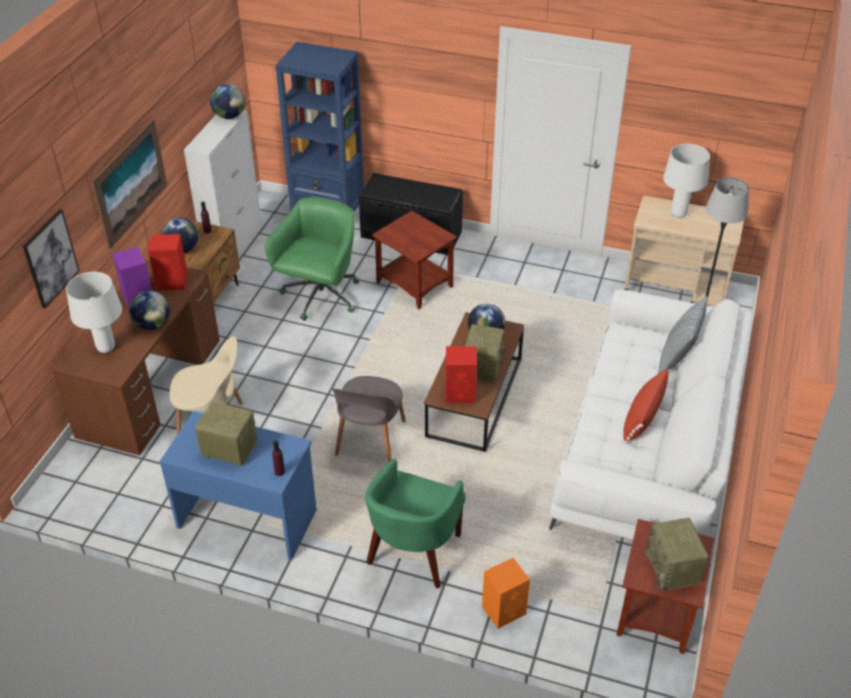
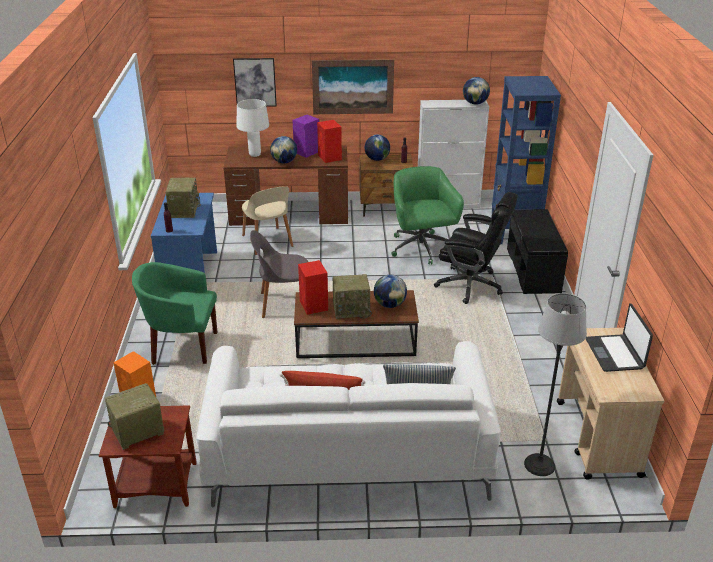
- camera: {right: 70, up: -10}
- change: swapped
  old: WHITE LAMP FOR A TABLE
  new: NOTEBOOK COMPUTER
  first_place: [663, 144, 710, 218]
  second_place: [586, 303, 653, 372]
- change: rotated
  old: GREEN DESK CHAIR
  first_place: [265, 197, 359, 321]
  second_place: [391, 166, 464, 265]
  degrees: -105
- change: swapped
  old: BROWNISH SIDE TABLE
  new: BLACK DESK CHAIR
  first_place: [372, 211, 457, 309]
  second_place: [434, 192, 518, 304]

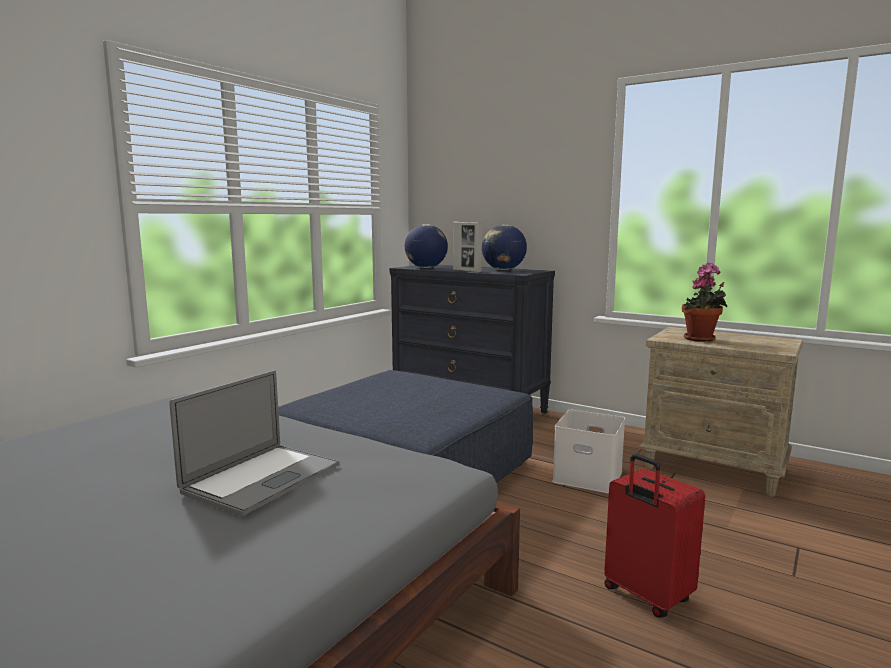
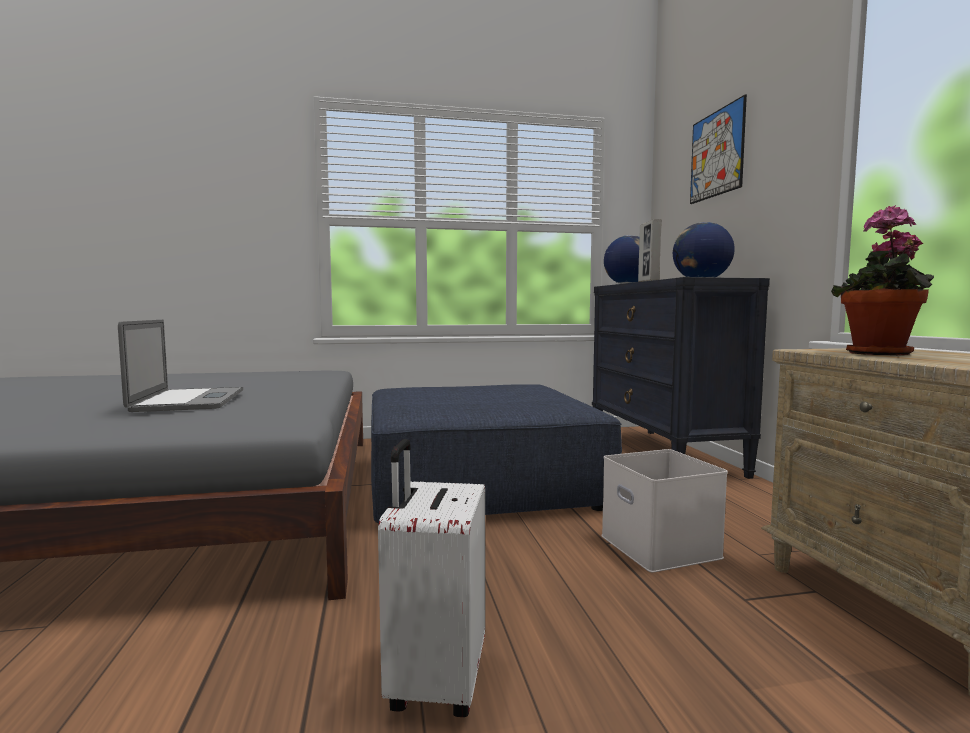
- camera: {right: 45, up: -5}
- change: rotated
  old: NOTEBOOK COMPUTER
  first_place: [170, 370, 339, 516]
  second_place: [118, 320, 243, 412]
  degrees: -90
- change: repainted
  old: RED-COLOURED SUITCASE
  new: WHITE SUITCASE
  first_place: [604, 454, 705, 618]
  second_place: [378, 439, 485, 717]
- change: new
  new: WALL PICTURE
  second_place: [690, 95, 747, 204]

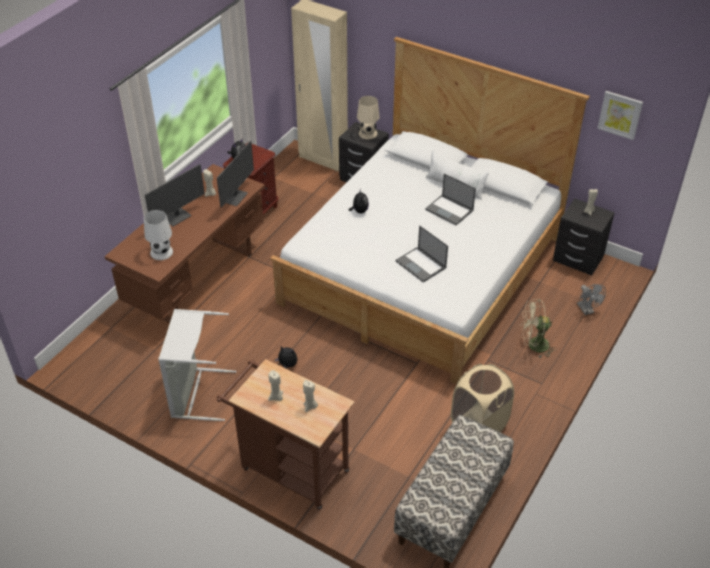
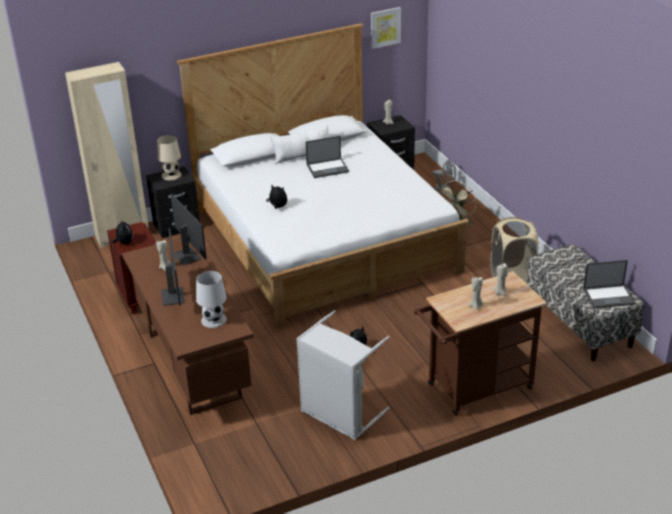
- camera: {right: -55, up: -10}
- change: shifted
  old: NOTEBOOK COMPUTER
  first_place: [396, 225, 448, 283]
  second_place: [583, 260, 635, 308]

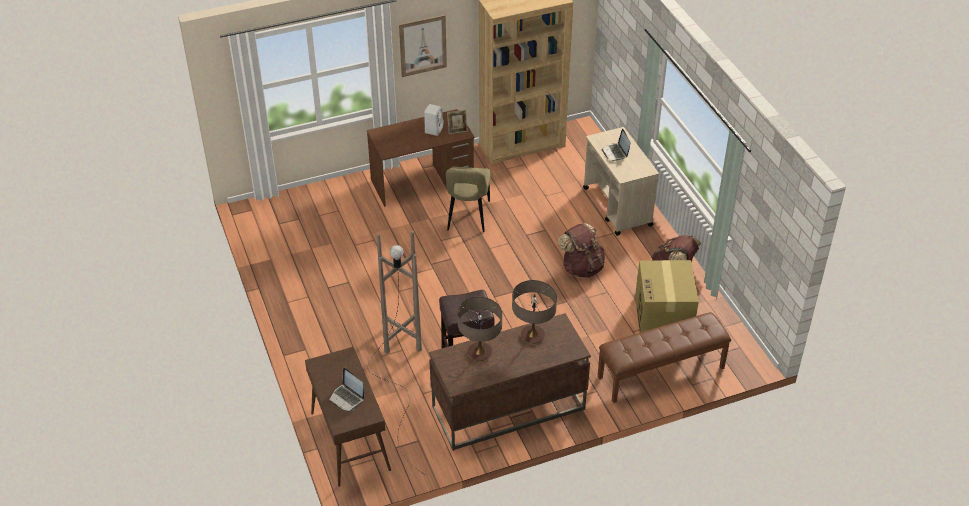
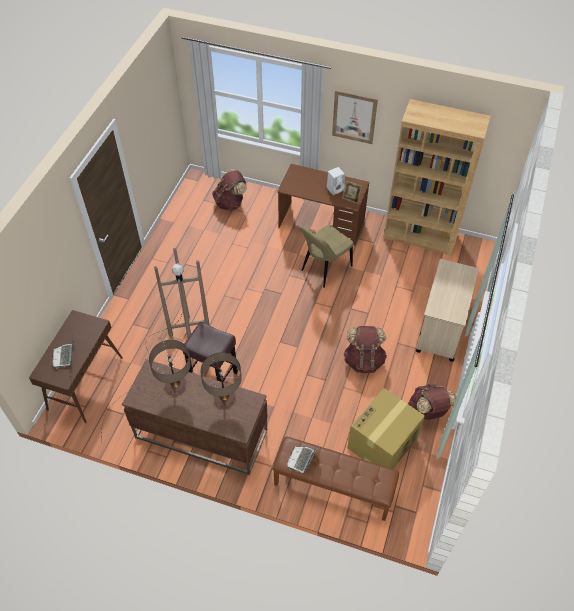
- camera: {right: 40, up: 10}
- change: shifted
  old: NOTEBOOK COMPUTER
  first_place: [601, 129, 630, 161]
  second_place: [288, 445, 319, 473]
- change: new
  new: BROWNISH RUCKSACK
  second_place: [212, 169, 247, 211]

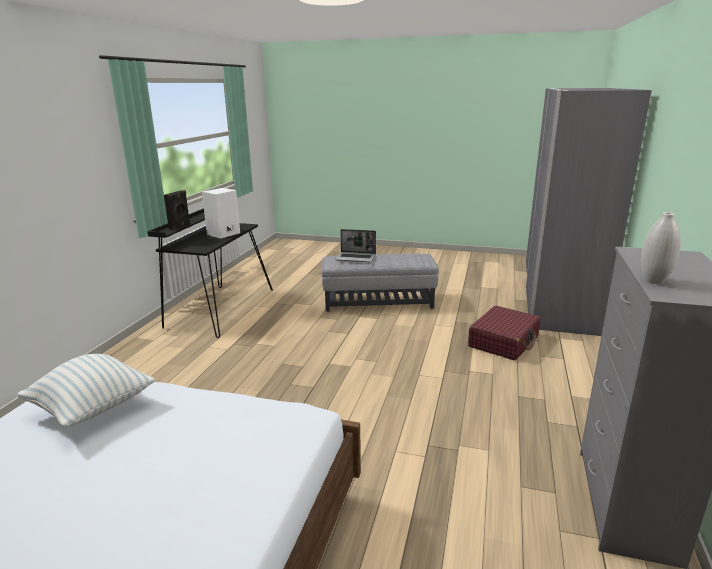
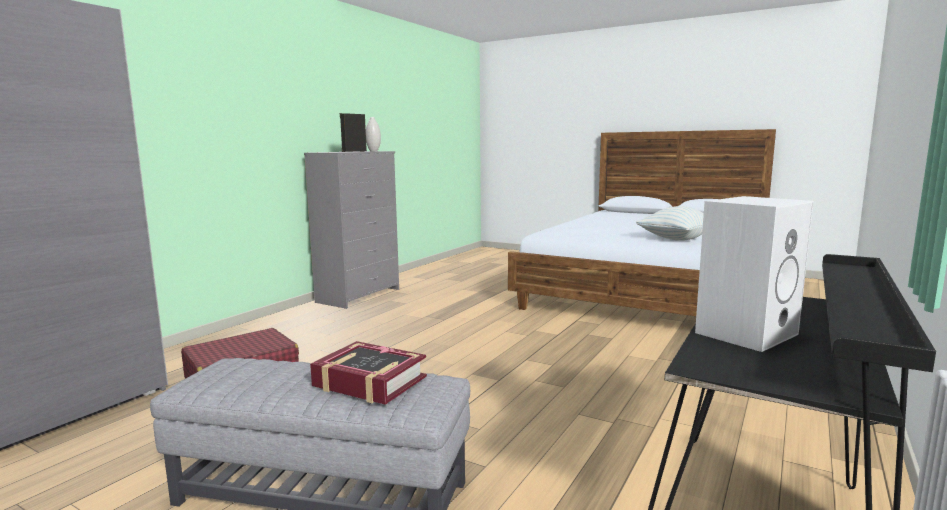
- camera: {right: -165, up: -10}
- change: shifted
  old: BLACK LOUDSPEAKER
  first_place: [164, 190, 190, 230]
  second_place: [340, 113, 367, 152]
- change: swapped
  old: NOTEBOOK COMPUTER
  new: BOOK
  first_place: [335, 229, 376, 262]
  second_place: [310, 341, 427, 405]

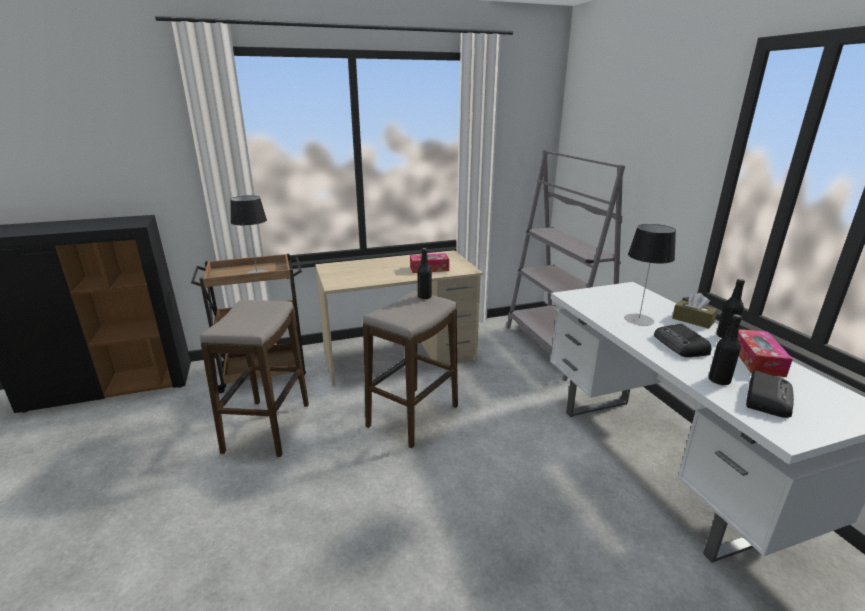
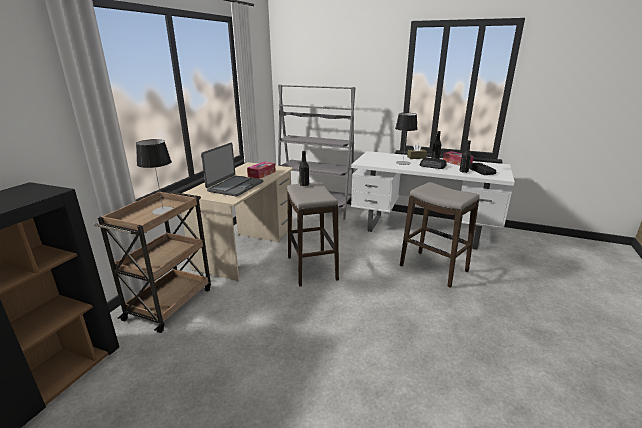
- camera: {right: -50, up: 0}
- change: shifted
  old: STOOL SEAT
  first_place: [200, 300, 309, 457]
  second_place: [400, 182, 480, 288]
- change: new
  new: NOTEBOOK COMPUTER
  second_place: [201, 143, 263, 197]

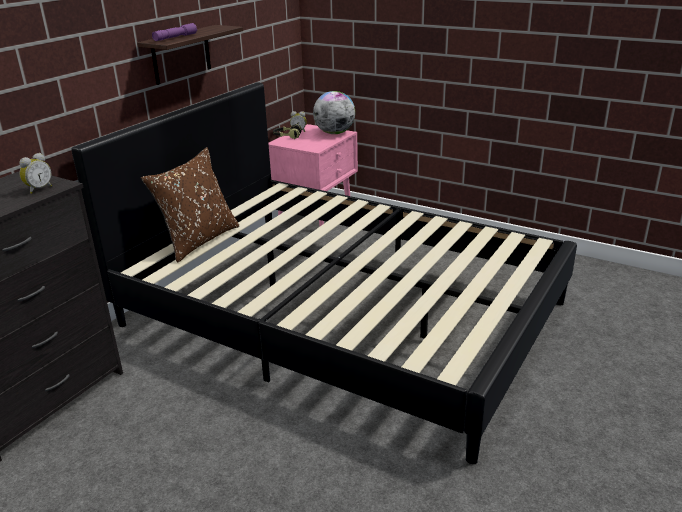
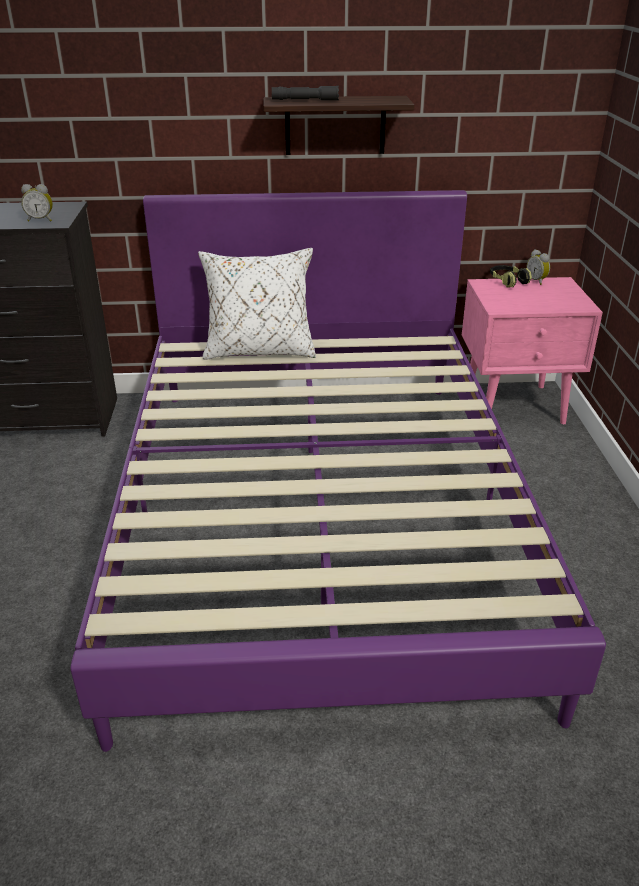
- camera: {right: 55, up: 5}
- change: repainted
  old: PURPLE FLASHLIGHT
  new: GRAY FLASHLIGHT
  first_place: [152, 23, 197, 41]
  second_place: [272, 86, 339, 100]
- change: repainted
  old: BLACK SLEEPING BED
  new: PURPLE SLEEPING BED
  first_place: [71, 82, 577, 464]
  second_place: [71, 190, 606, 752]
- change: gone
  old: GLOBE
  first_place: [313, 91, 355, 134]
- change: repainted
  old: BROWNISH THROW PILLOW
  new: WHITE THROW PILLOW
  first_place: [141, 147, 240, 263]
  second_place: [198, 248, 316, 360]

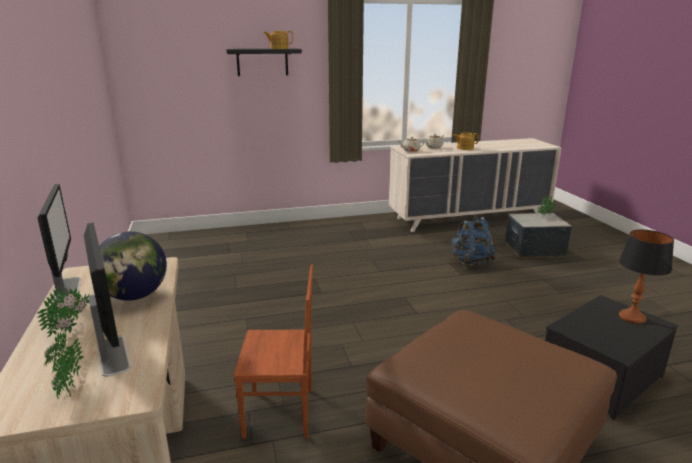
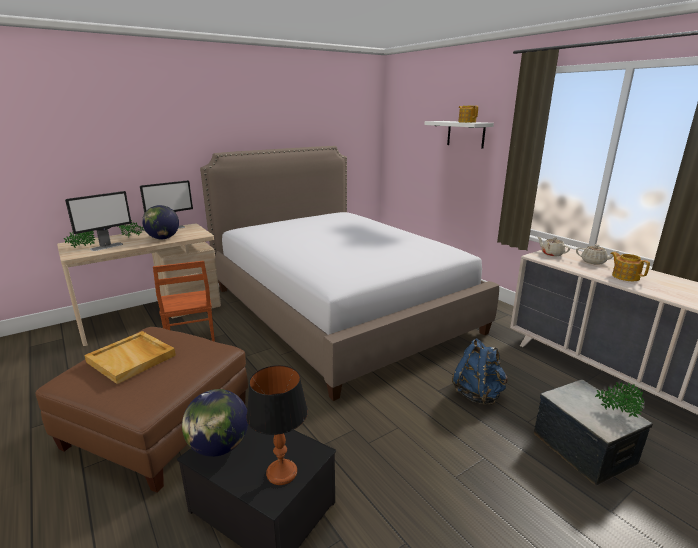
- camera: {right: 70, up: 0}
- change: repainted
  old: BLACK WALL SHELF
  new: WHITE WALL SHELF
  first_place: [226, 48, 302, 76]
  second_place: [424, 121, 494, 148]
- change: new
  new: SLEEPING BED
  second_place: [200, 146, 499, 401]
- change: new
  new: BEIGE-COLOURED SERVING TRAY
  second_place: [84, 331, 176, 384]
- change: new
  new: GLOBE
  second_place: [182, 389, 248, 457]

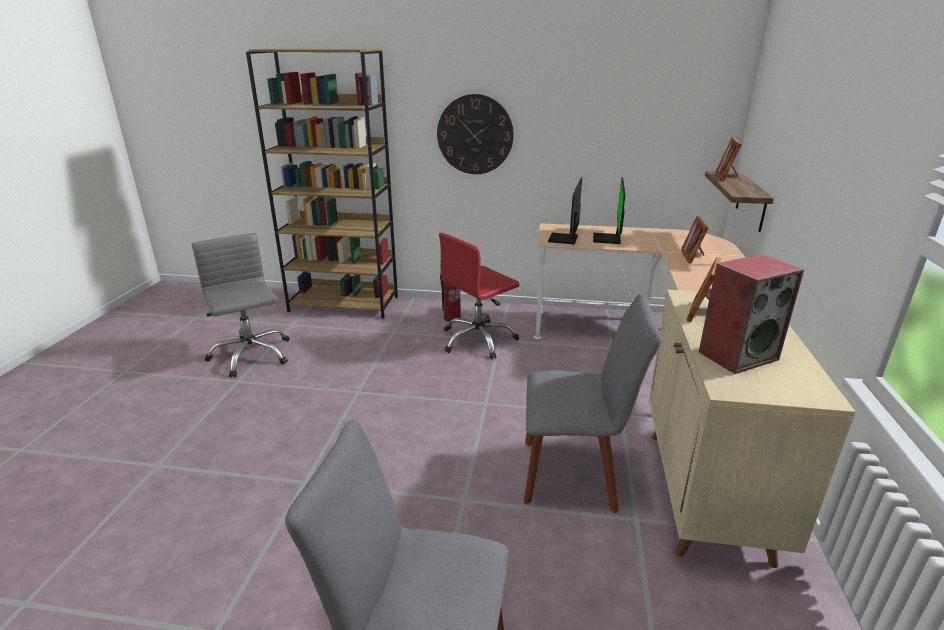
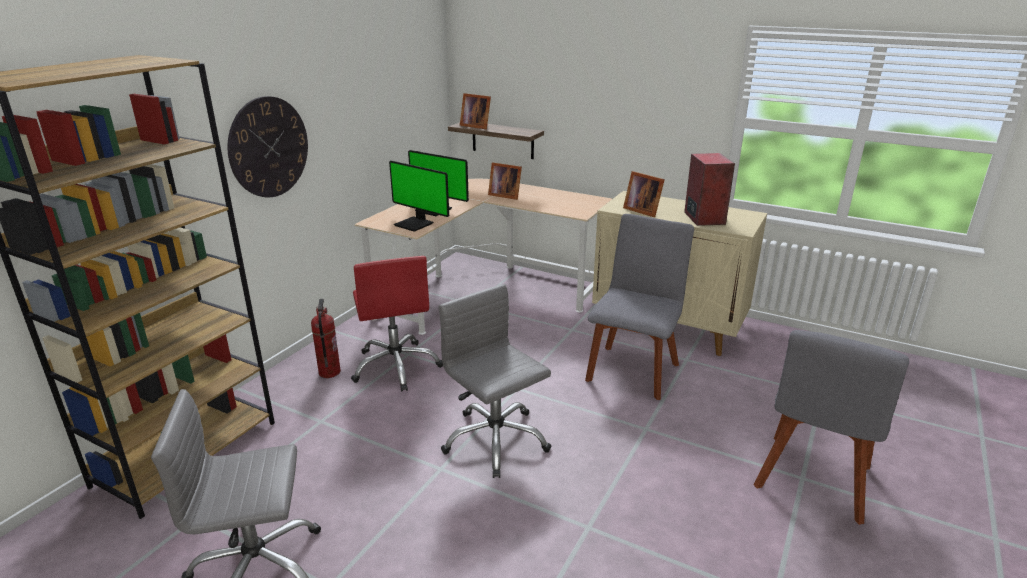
- camera: {right: -70, up: 0}
- change: new
  new: GRAY DESK CHAIR
  second_place: [438, 284, 551, 478]

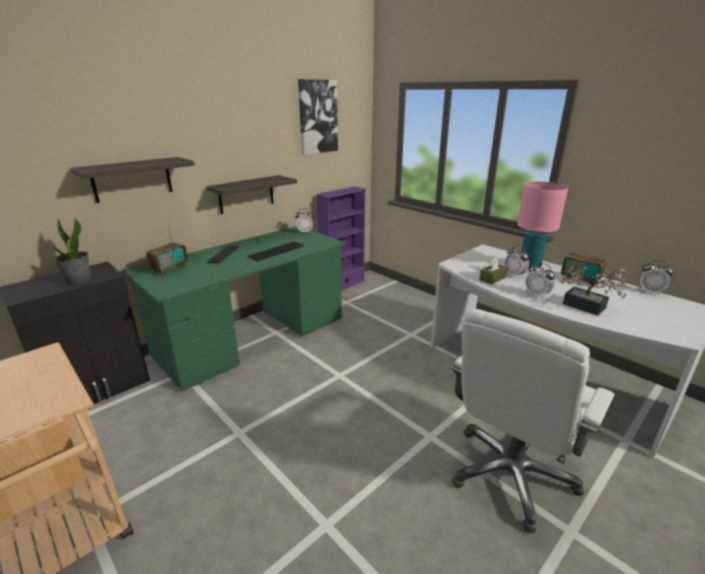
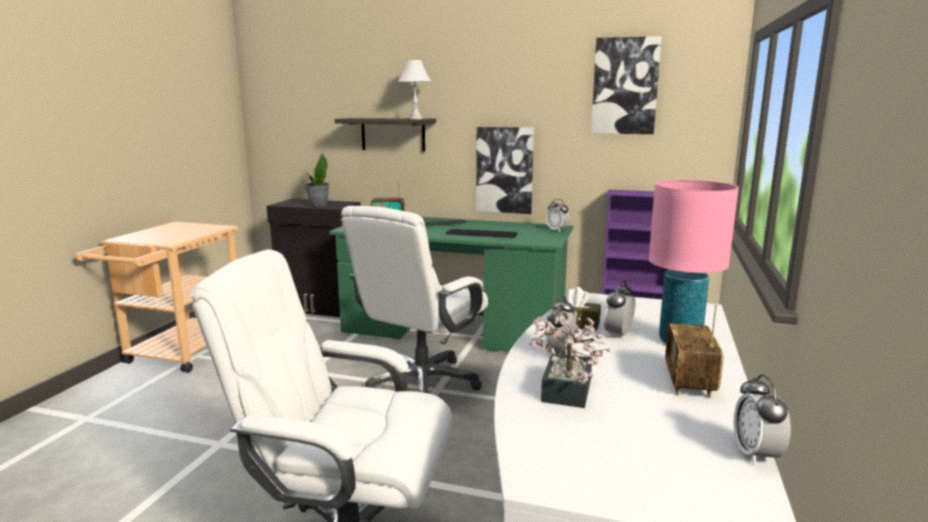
- camera: {right: 60, up: -10}
- change: swapped
  old: WALL SHELF
  new: WALL PICTURE
  first_place: [206, 175, 297, 214]
  second_place: [476, 127, 534, 214]
- change: new
  new: WHITE LAMP FOR A TABLE
  second_place: [398, 60, 432, 119]
- change: new
  new: WHITE DESK CHAIR
  second_place: [341, 206, 488, 393]

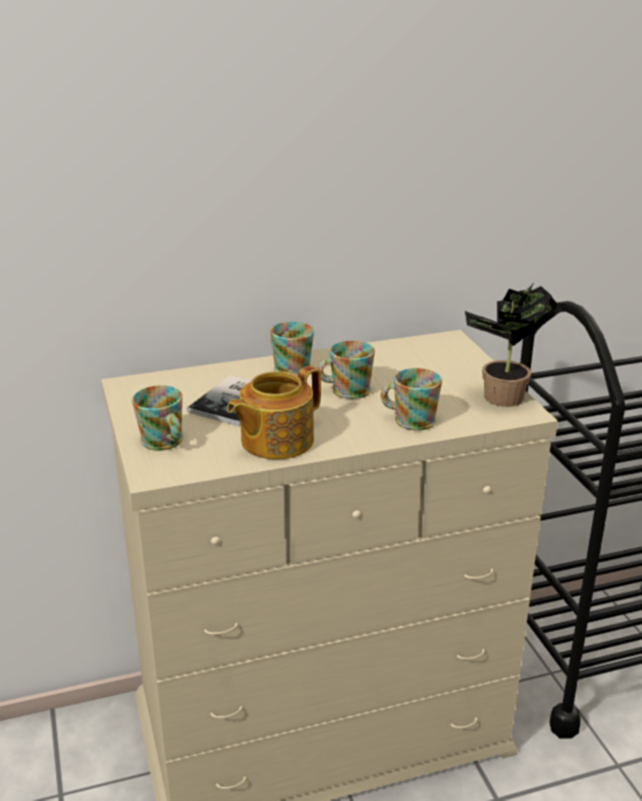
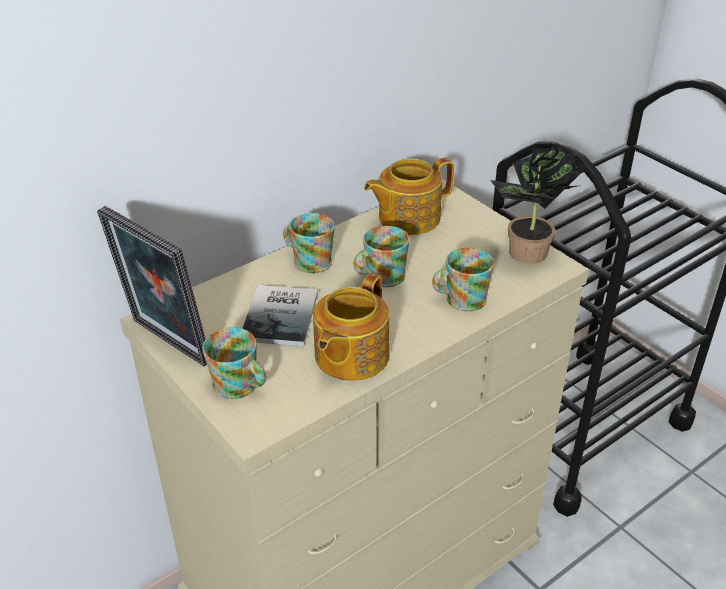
- camera: {right: -20, up: 10}
- change: new
  new: TEA POT
  second_place: [364, 158, 454, 235]
- change: new
  new: PICTURE FRAME
  second_place: [97, 206, 207, 366]

